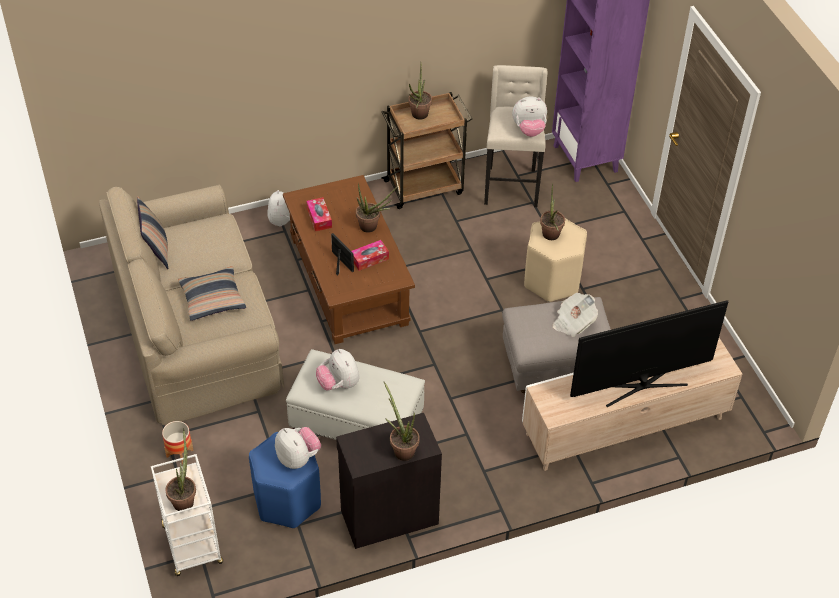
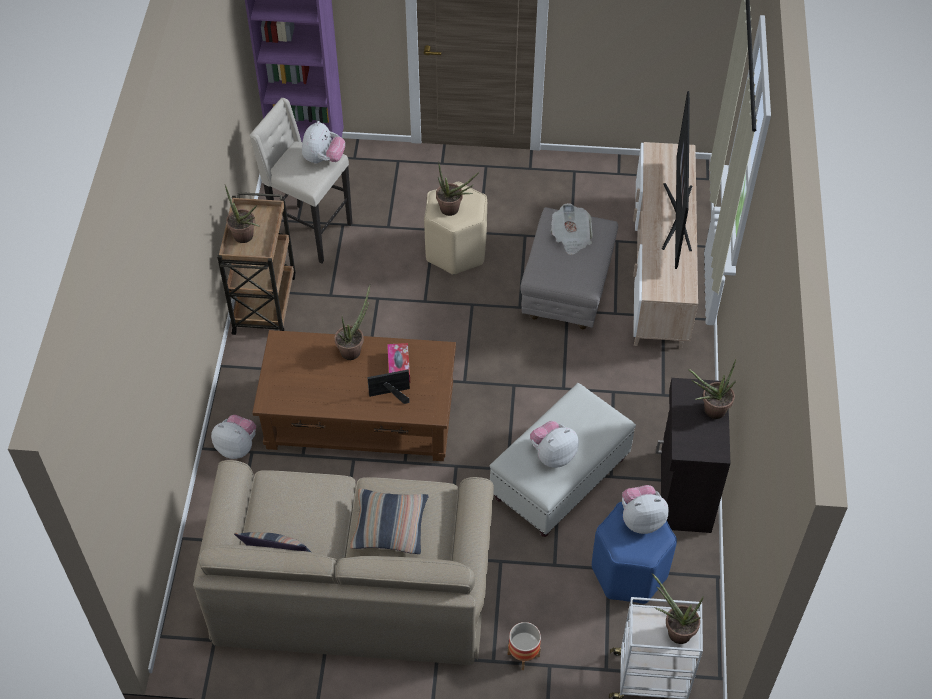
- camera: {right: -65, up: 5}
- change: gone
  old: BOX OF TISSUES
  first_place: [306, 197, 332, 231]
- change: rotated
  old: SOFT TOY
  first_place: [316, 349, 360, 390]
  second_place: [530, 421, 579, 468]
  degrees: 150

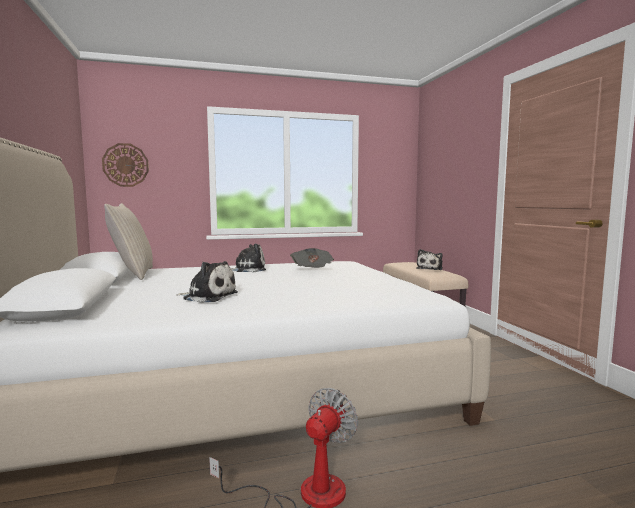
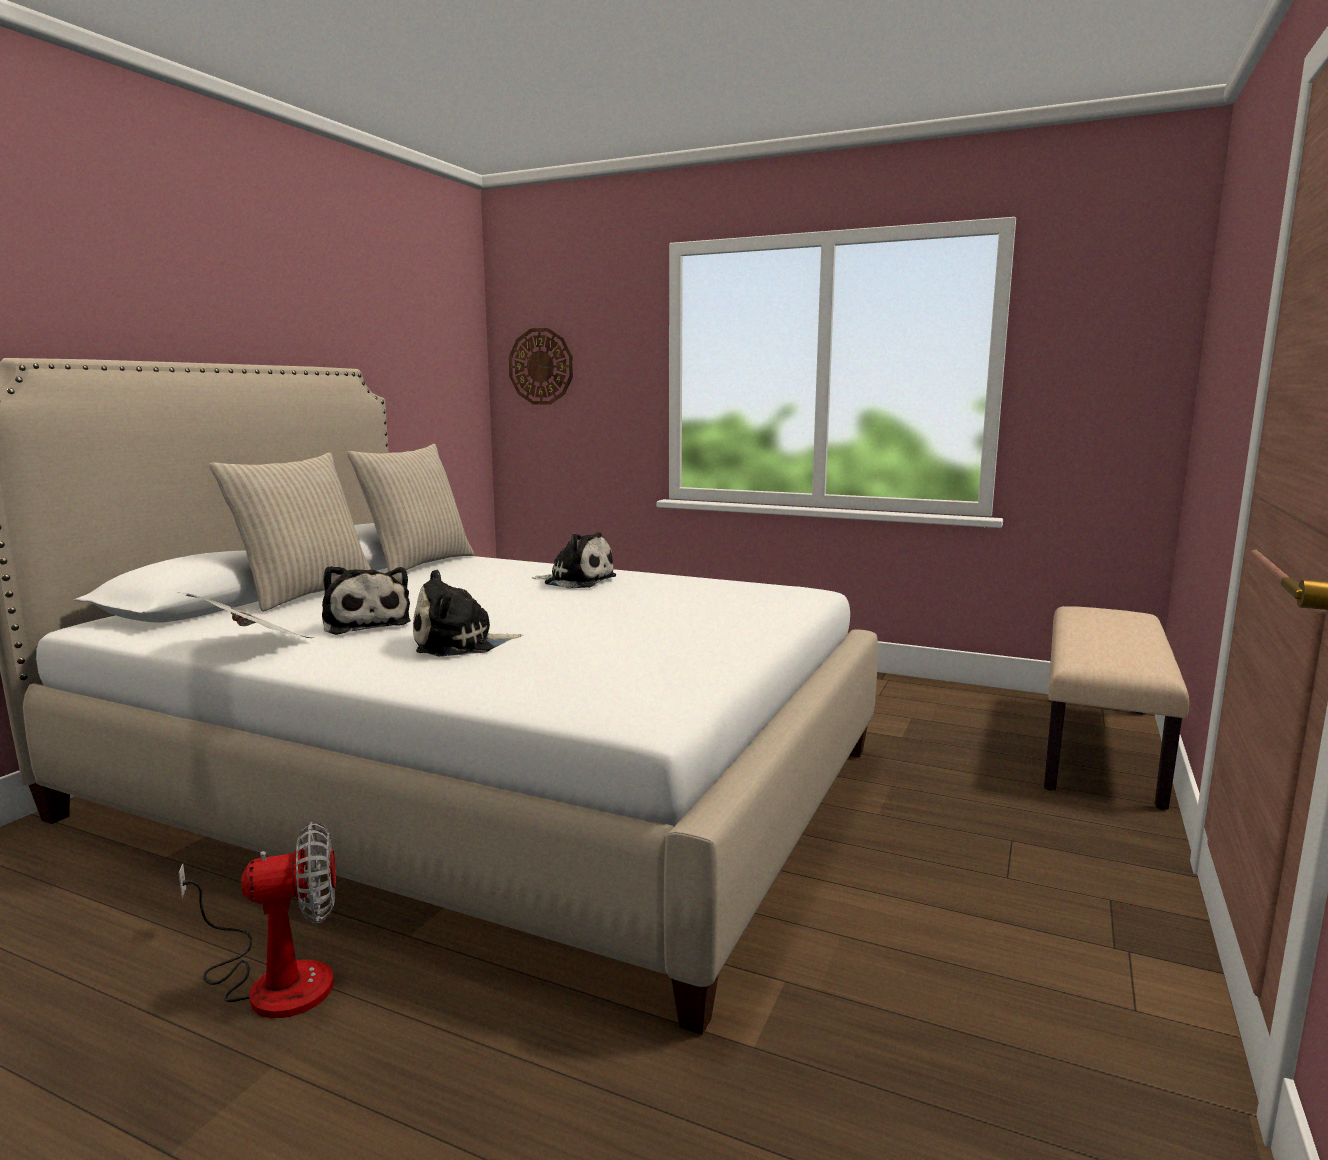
- camera: {right: 40, up: 5}
- change: shifted
  old: DAILY PAPER
  first_place: [290, 248, 334, 268]
  second_place: [184, 593, 312, 638]
- change: shifted
  old: SOFT TOY
  first_place: [416, 249, 443, 270]
  second_place: [413, 569, 523, 656]
- change: new
  new: BEIGE-COLOURED THROW PILLOW
  second_place: [209, 452, 372, 612]

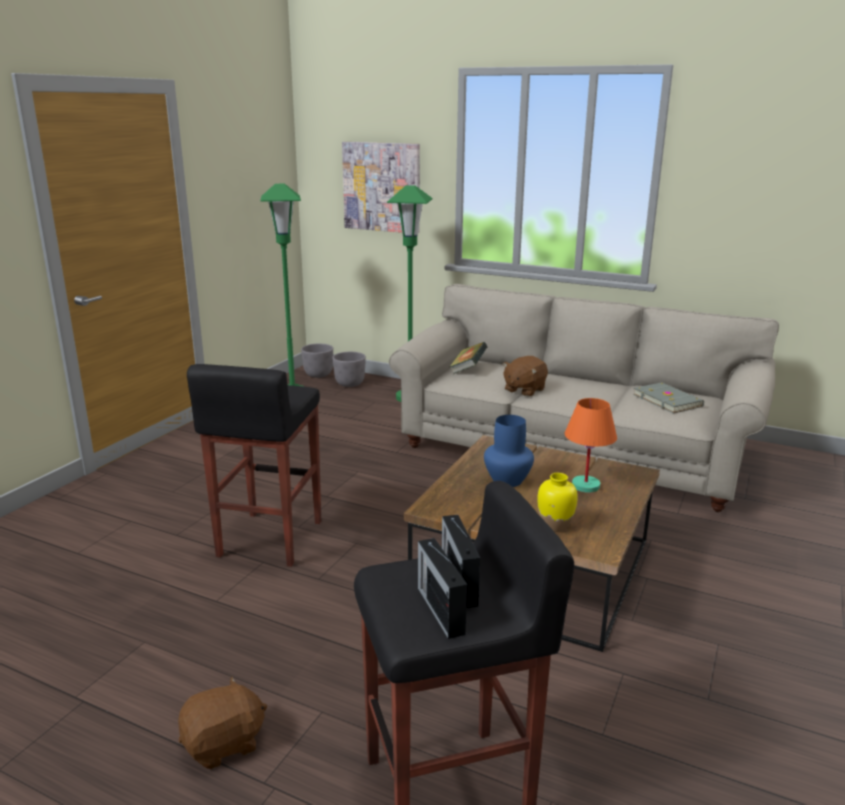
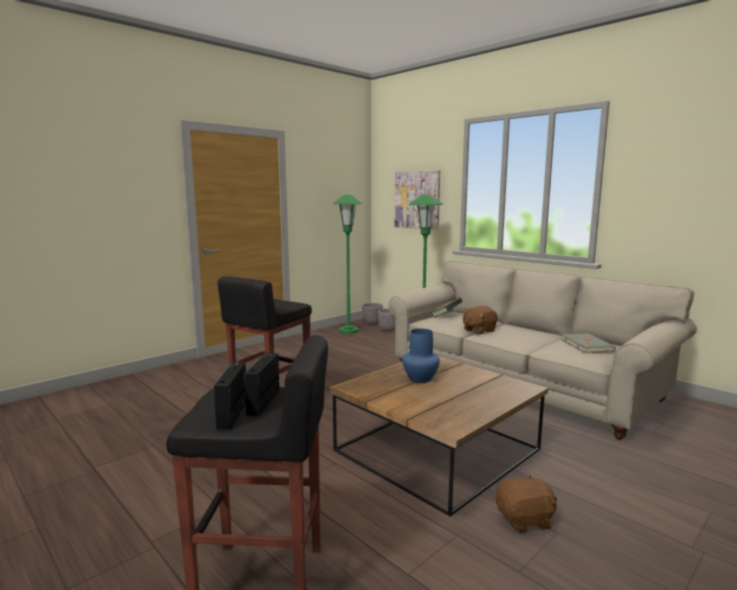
- camera: {right: 20, up: -10}
- change: gone
  old: ORANGE-COLOURED LAMP FOR A TABLE
  first_place: [565, 398, 617, 493]
- change: gone
  old: YELLOW FLOWER VASE
  first_place: [537, 473, 578, 532]
- change: shifted
  old: BROWNISH SOFT TOY
  first_place: [178, 677, 267, 769]
  second_place: [495, 473, 557, 533]

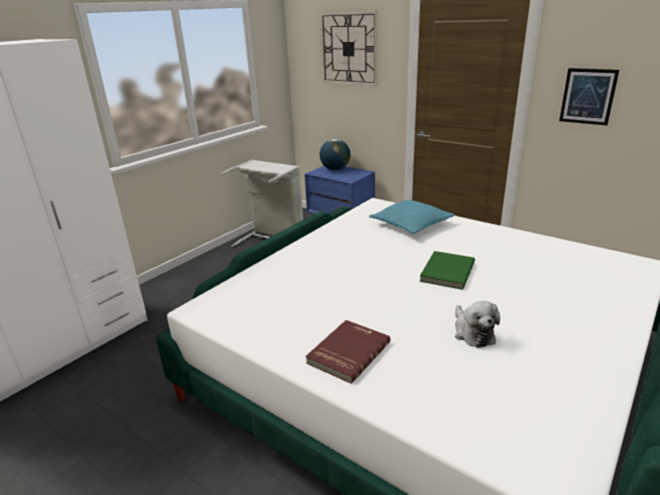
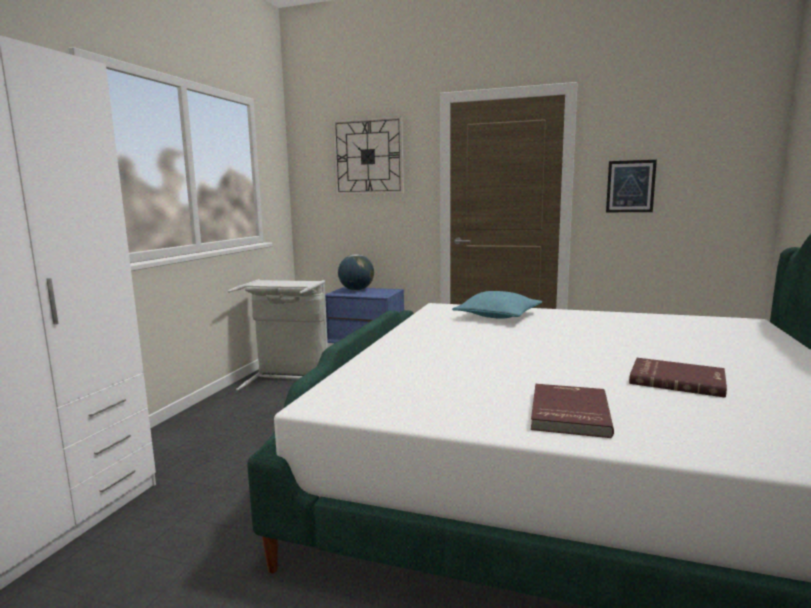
- camera: {right: -20, up: -15}
- change: gone
  old: GREEN BOOK
  first_place: [420, 251, 475, 290]
- change: swapped
  old: SOFT TOY
  new: RED-COLOURED BOOK
  first_place: [455, 301, 500, 348]
  second_place: [629, 358, 727, 398]

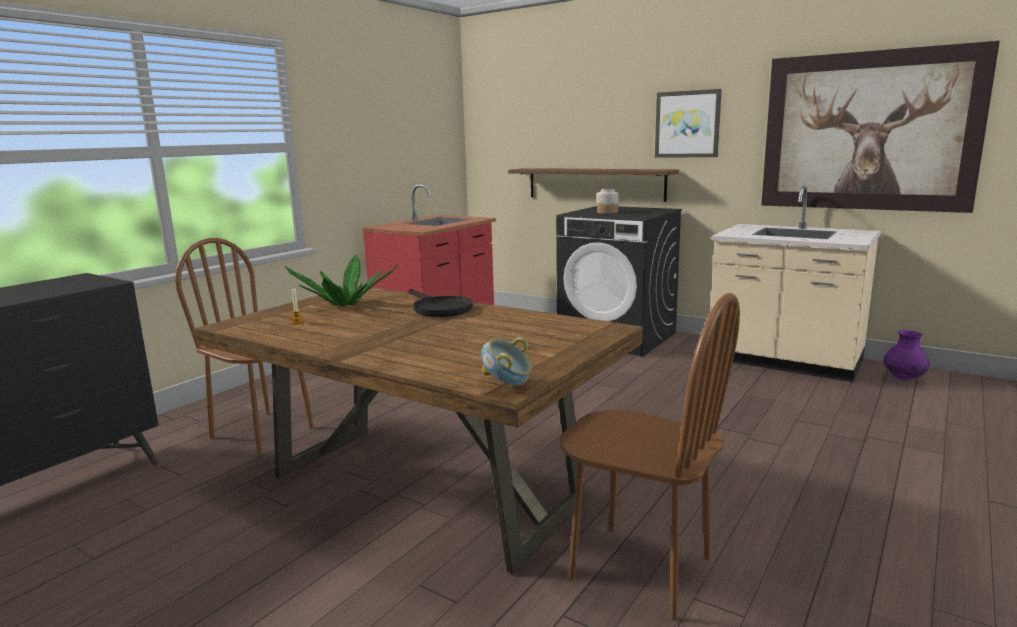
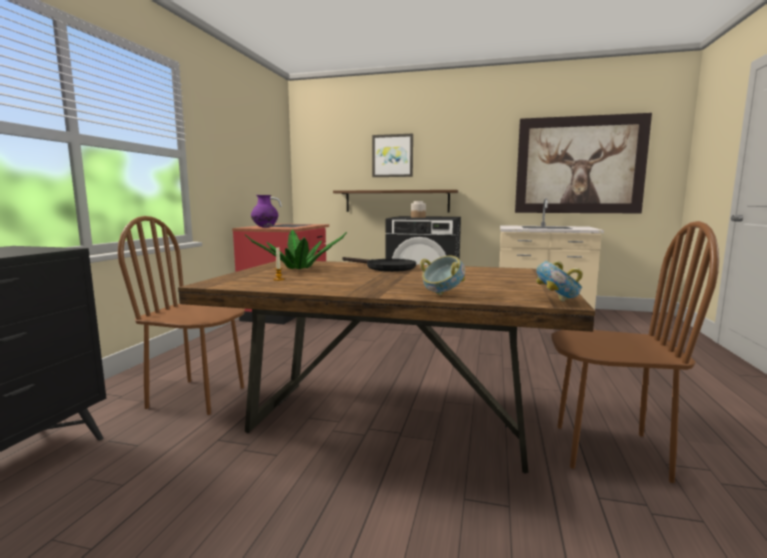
- camera: {right: -20, up: -5}
- change: shifted
  old: WALL PICTURE
  first_place: [655, 89, 722, 157]
  second_place: [372, 134, 413, 177]
- change: shifted
  old: PURPLE FLOWER VASE
  first_place: [883, 330, 930, 380]
  second_place: [251, 195, 278, 228]
- change: new
  new: BOWL
  second_place: [420, 255, 465, 295]

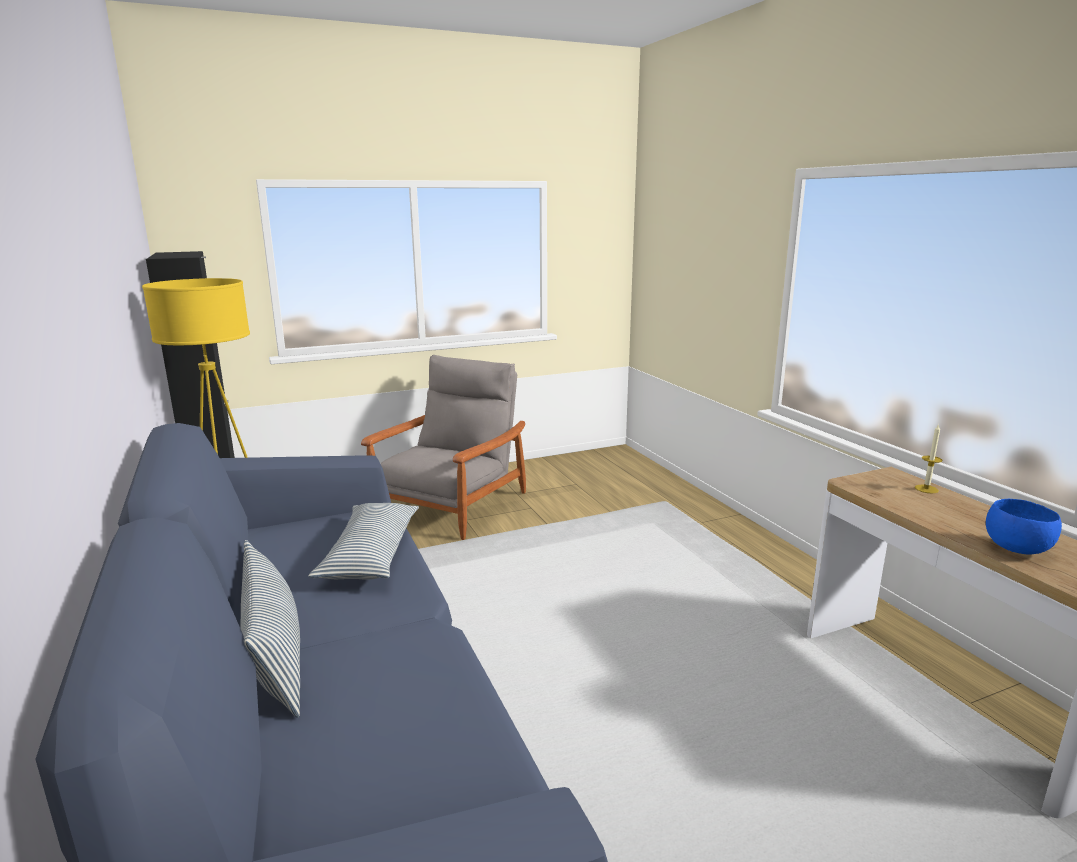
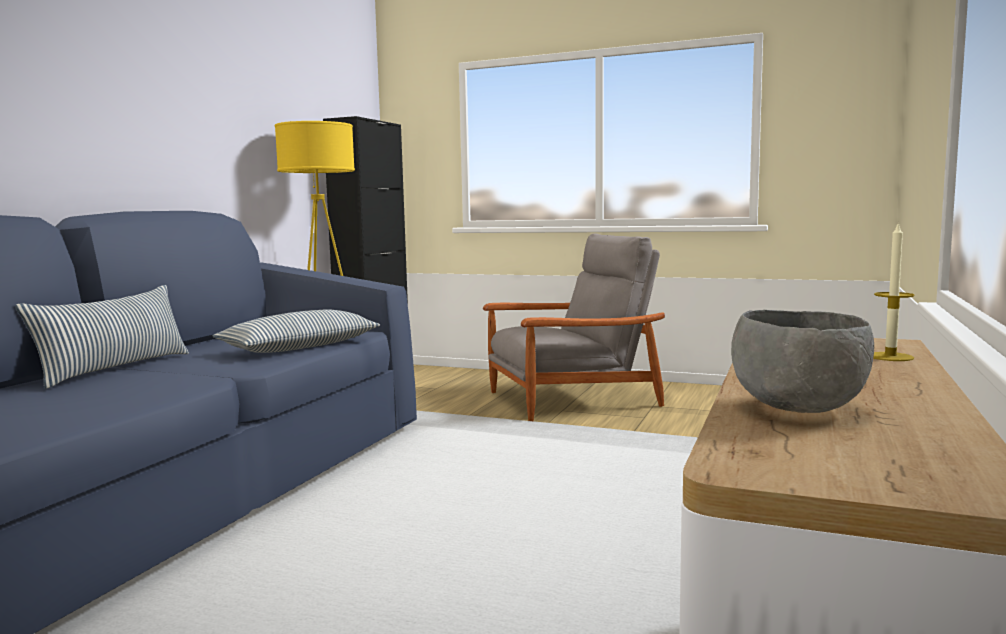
- camera: {right: 45, up: -10}
- change: repainted
  old: BLUISH BOWL
  new: GRAY BOWL
  first_place: [986, 499, 1062, 554]
  second_place: [731, 310, 874, 413]

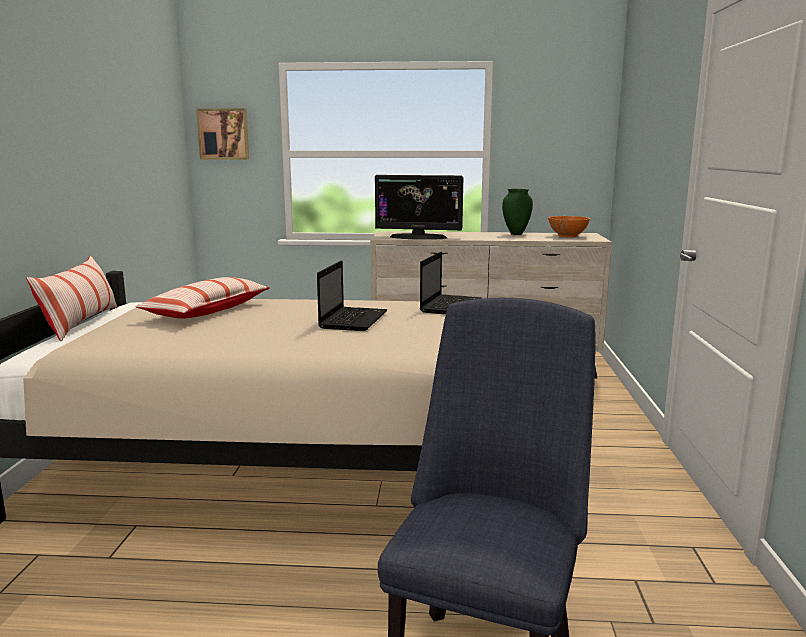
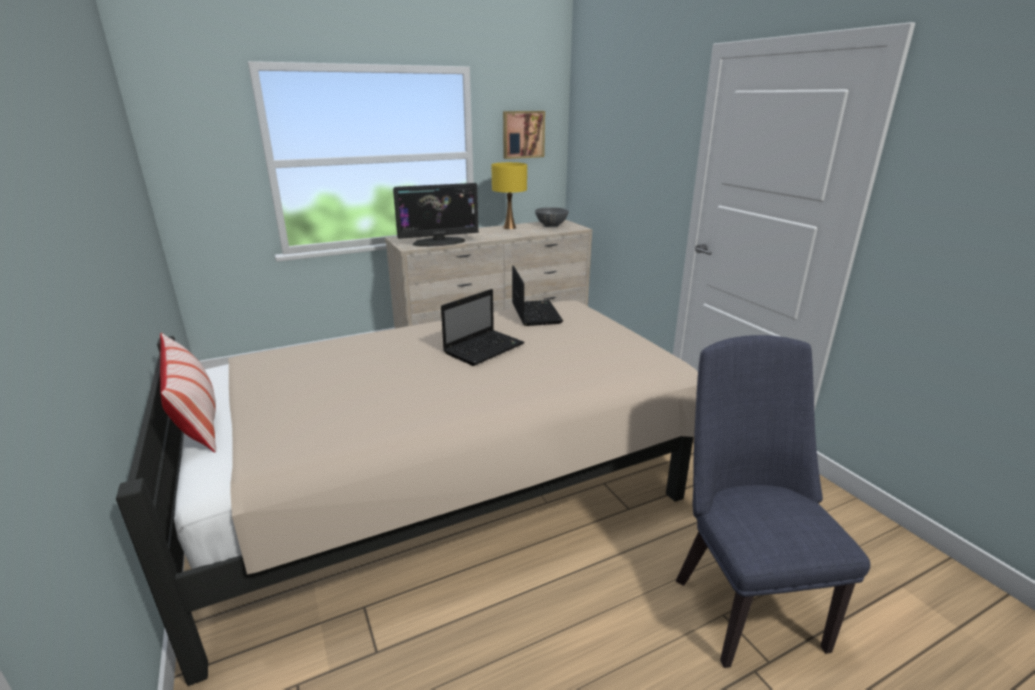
- camera: {right: -30, up: 10}
- change: shifted
  old: WALL PICTURE
  first_place: [196, 109, 249, 160]
  second_place: [503, 111, 545, 159]
- change: swapped
  old: GREEN FLOWER VASE
  new: YELLOW LAMP FOR A TABLE
  first_place: [502, 189, 533, 235]
  second_place: [492, 162, 527, 229]
- change: repainted
  old: ORANGE-COLOURED BOWL
  new: GRAY BOWL
  first_place: [548, 216, 590, 237]
  second_place: [535, 207, 569, 227]
- change: rotated
  old: NOTEBOOK COMPUTER
  first_place: [317, 261, 387, 331]
  second_place: [441, 289, 525, 366]
  degrees: 60
- change: gone
  old: THROW PILLOW
  first_place: [135, 277, 270, 319]

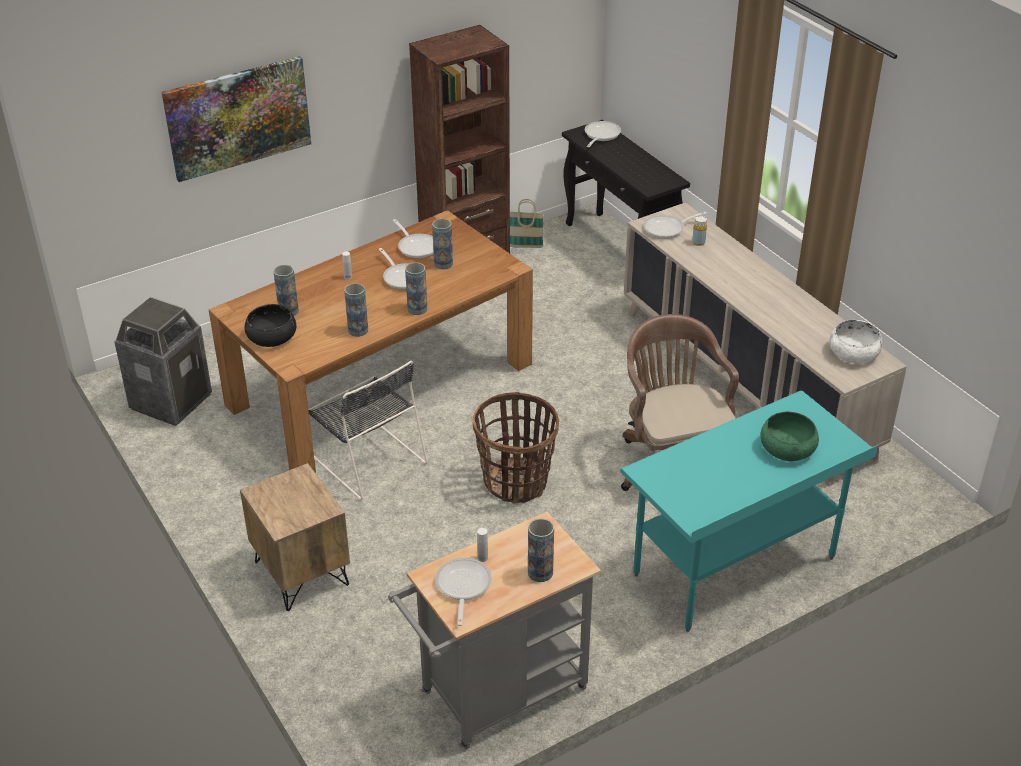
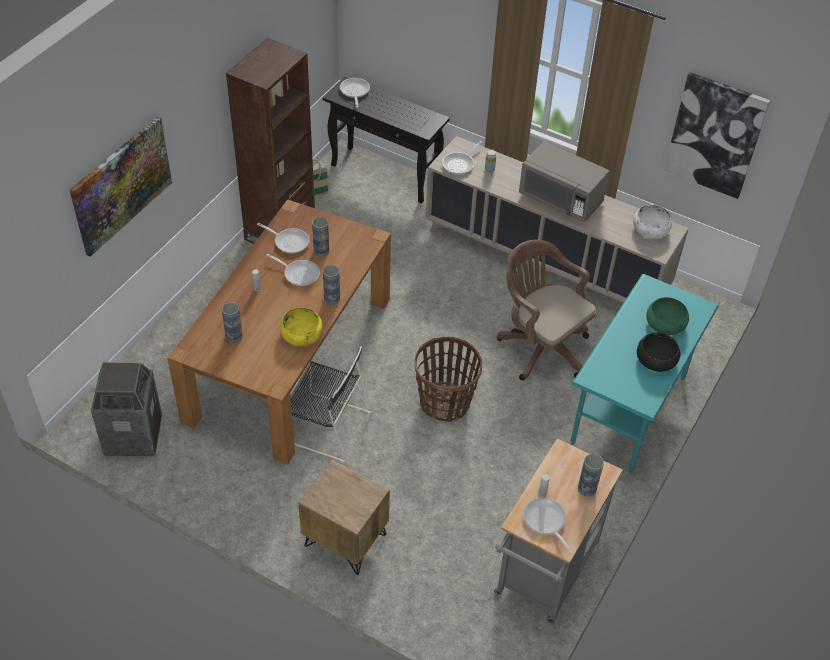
- camera: {right: -30, up: 10}
- change: swapped
  old: FLOWER VASE
  new: YELLOW BOWL
  first_place: [344, 283, 368, 337]
  second_place: [280, 308, 323, 346]
- change: shifted
  old: BLACK BOWL
  first_place: [245, 304, 296, 347]
  second_place: [637, 332, 680, 372]
- change: new
  new: WALL PICTURE
  second_place: [664, 72, 770, 199]
- change: new
  new: GRAY MICROWAVE
  second_place: [519, 141, 610, 222]

